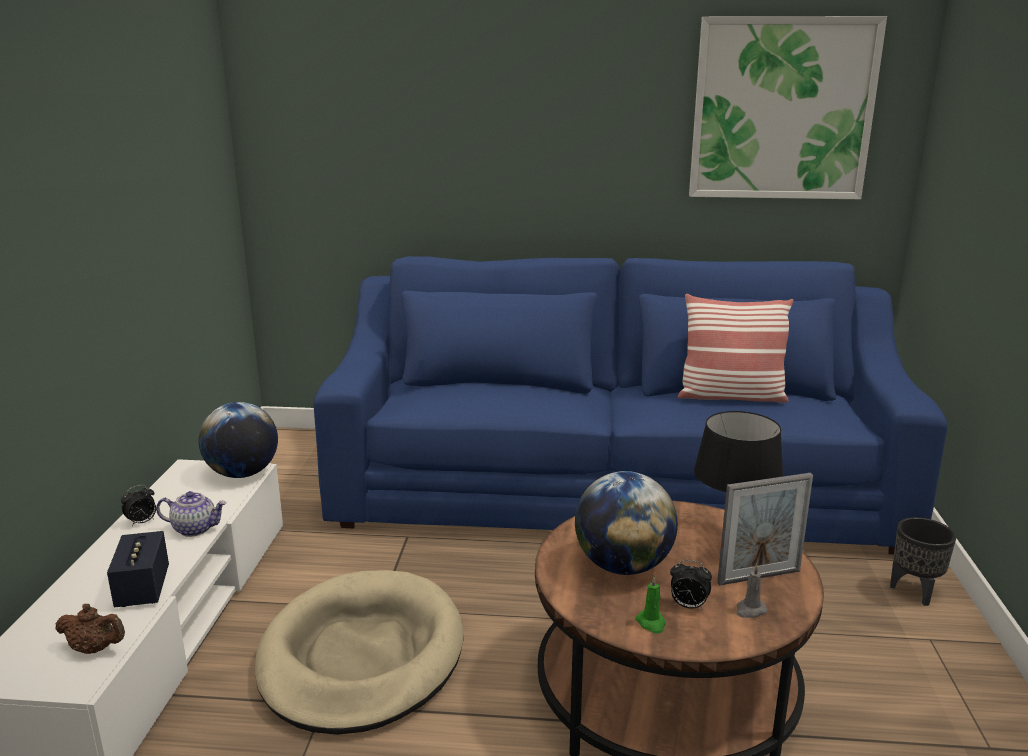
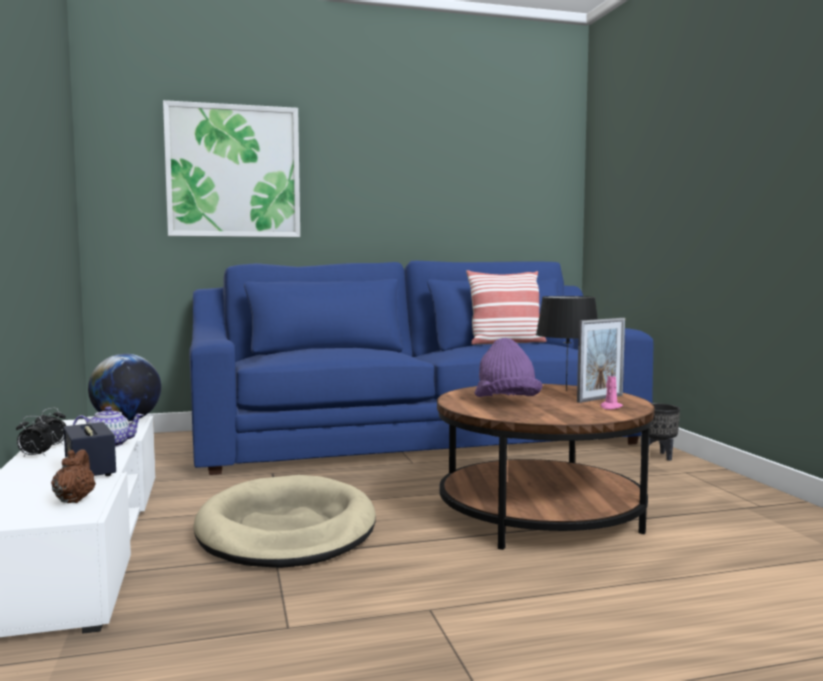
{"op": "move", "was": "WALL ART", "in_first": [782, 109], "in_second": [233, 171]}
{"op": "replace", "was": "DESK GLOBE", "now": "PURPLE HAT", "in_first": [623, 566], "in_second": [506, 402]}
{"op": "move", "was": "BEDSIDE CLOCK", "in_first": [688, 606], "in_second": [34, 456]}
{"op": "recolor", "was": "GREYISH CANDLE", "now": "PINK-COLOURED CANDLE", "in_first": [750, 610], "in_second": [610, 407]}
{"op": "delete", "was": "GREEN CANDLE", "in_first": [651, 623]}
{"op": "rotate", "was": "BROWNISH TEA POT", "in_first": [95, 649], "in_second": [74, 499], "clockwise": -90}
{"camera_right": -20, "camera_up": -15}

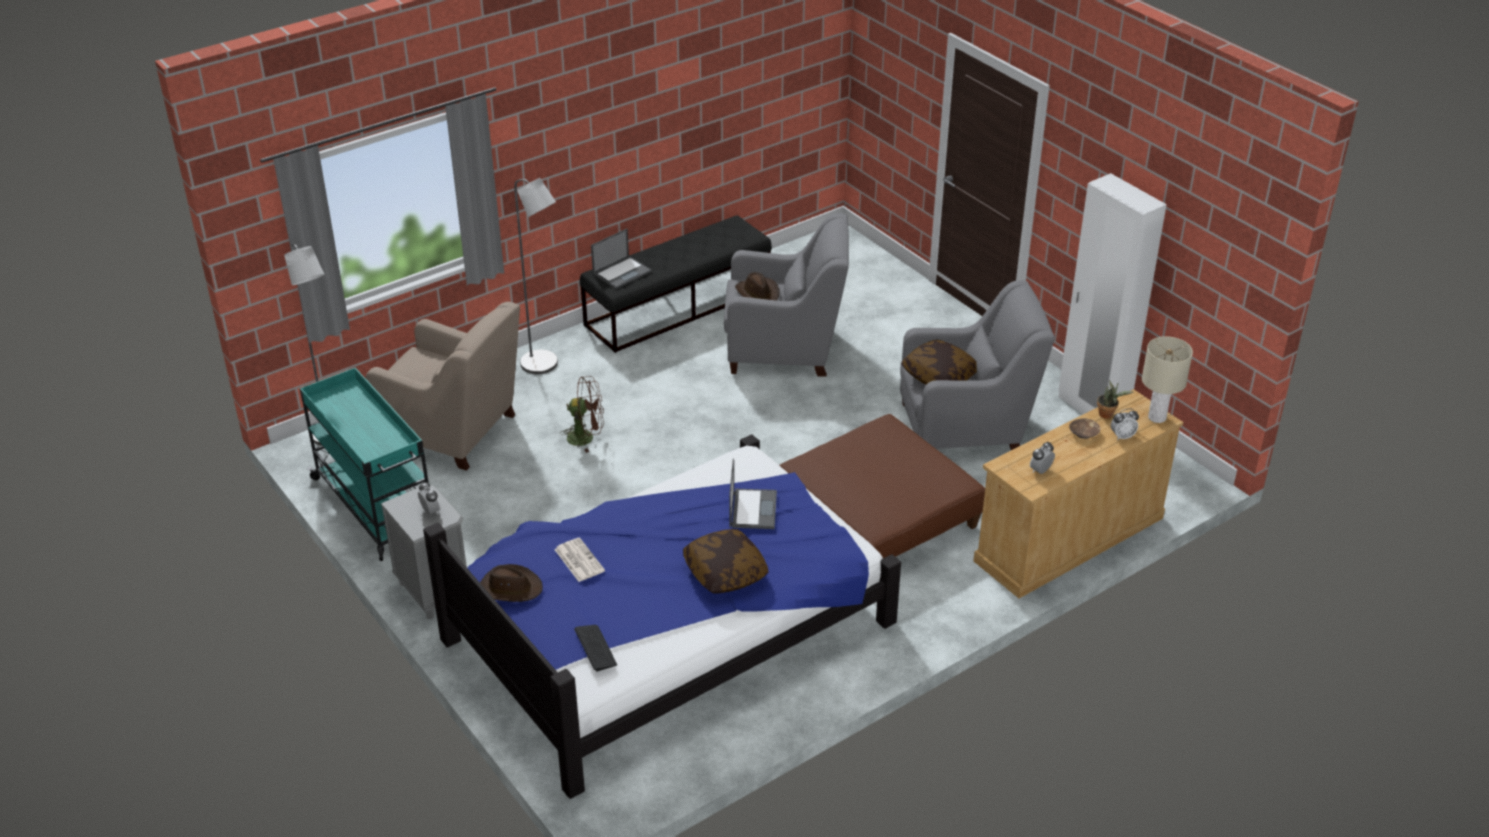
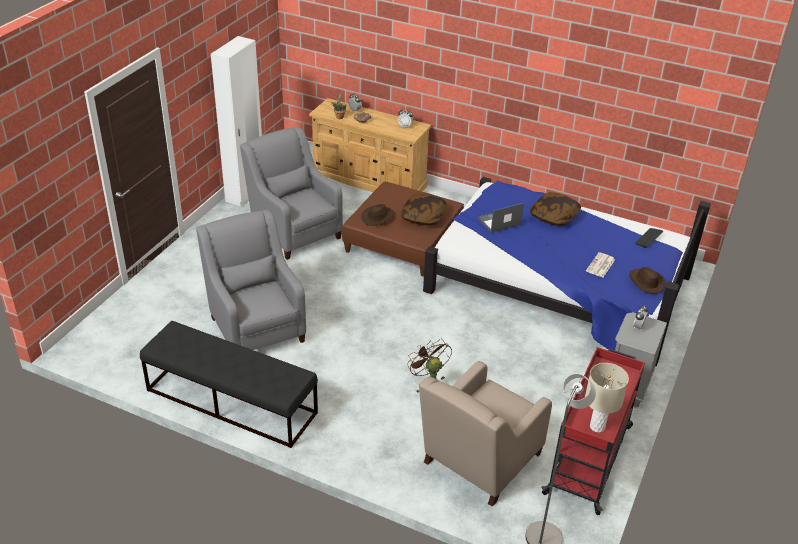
{"op": "delete", "was": "GREYISH STANDING LAMP", "in_first": [544, 366]}
{"op": "delete", "was": "NOTEBOOK COMPUTER", "in_first": [622, 272]}
{"op": "move", "was": "BROWNISH HAT", "in_first": [758, 293], "in_second": [378, 217]}
{"op": "rotate", "was": "SAND-COLOURED EASY CHAIR", "in_first": [452, 431], "in_second": [479, 460], "clockwise": -135}
{"op": "move", "was": "SAND-COLOURED TABLETOP LAMP", "in_first": [1157, 417], "in_second": [597, 426]}
{"op": "move", "was": "CUSHION", "in_first": [939, 376], "in_second": [423, 217]}
{"op": "recolor", "was": "TURQUOISE-COLOURED WHEELED CART", "now": "RED WHEELED CART", "in_first": [377, 507], "in_second": [589, 458]}
{"camera_right": -120, "camera_up": 0}

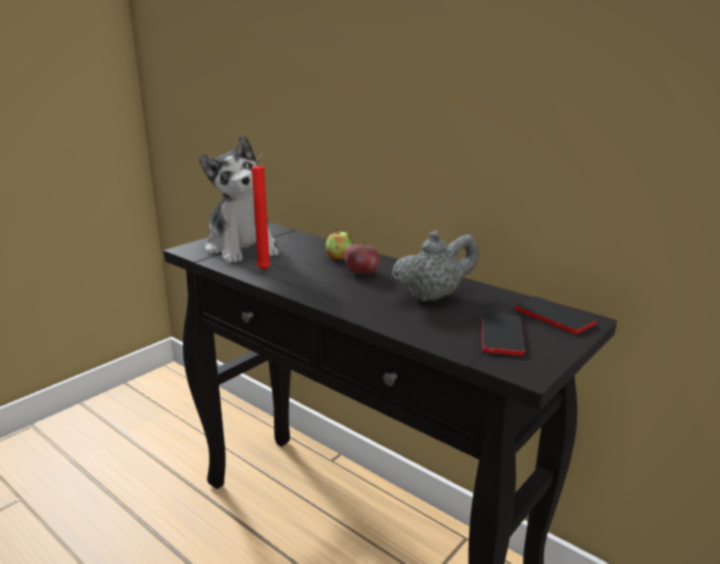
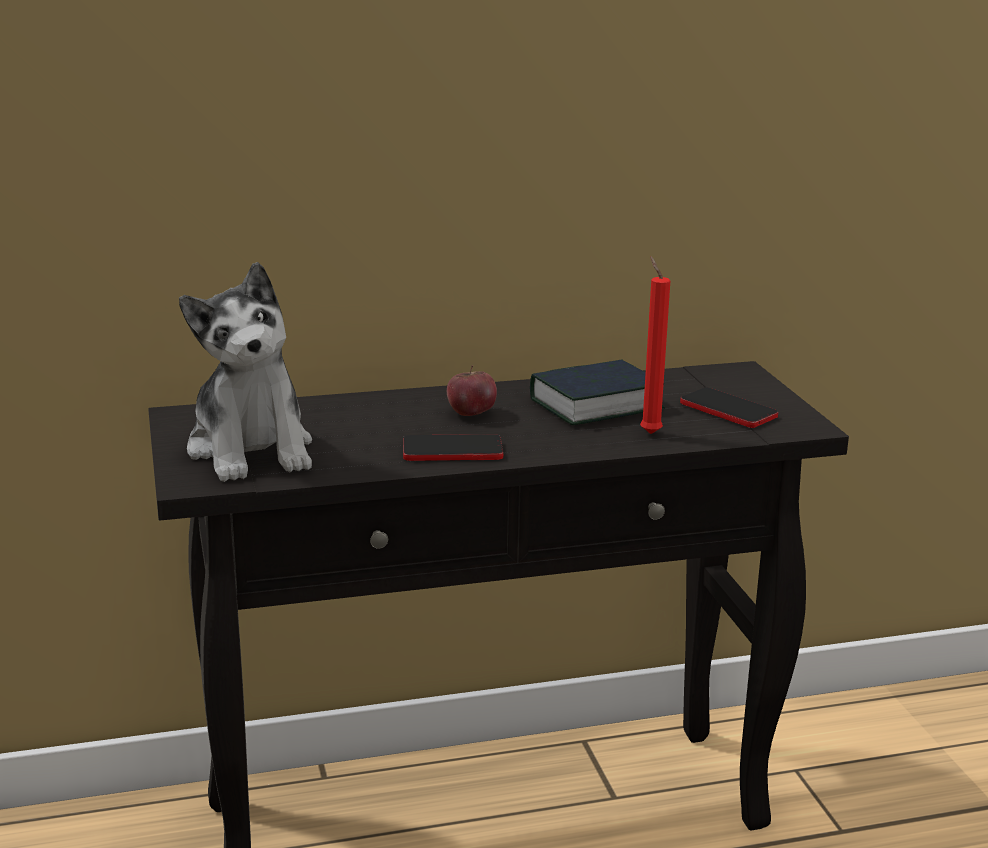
{"op": "rotate", "was": "PLUSH TOY", "in_first": [242, 248], "in_second": [252, 450], "clockwise": 60}
{"op": "move", "was": "RED CANDLE", "in_first": [265, 269], "in_second": [649, 432]}
{"op": "delete", "was": "APPLE", "in_first": [339, 258]}
{"op": "replace", "was": "GREYISH TEA POT", "now": "BOUND BOOK", "in_first": [433, 296], "in_second": [595, 404]}
{"op": "move", "was": "PHONE", "in_first": [554, 316], "in_second": [452, 450]}
{"camera_right": -55, "camera_up": 0}

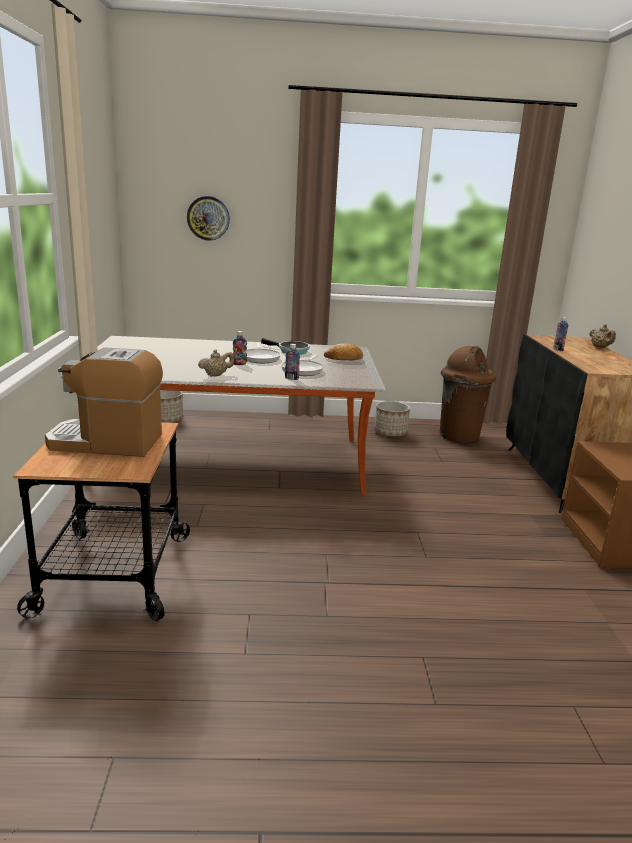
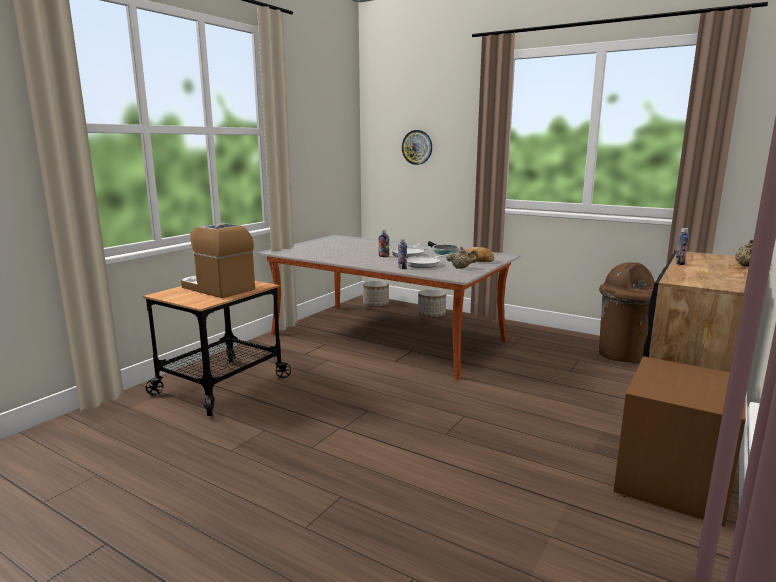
{"op": "move", "was": "SAND-COLOURED TEA POT", "in_first": [216, 375], "in_second": [461, 268]}
{"op": "move", "was": "PLANTER", "in_first": [390, 432], "in_second": [431, 315]}
{"camera_right": 35, "camera_up": -5}

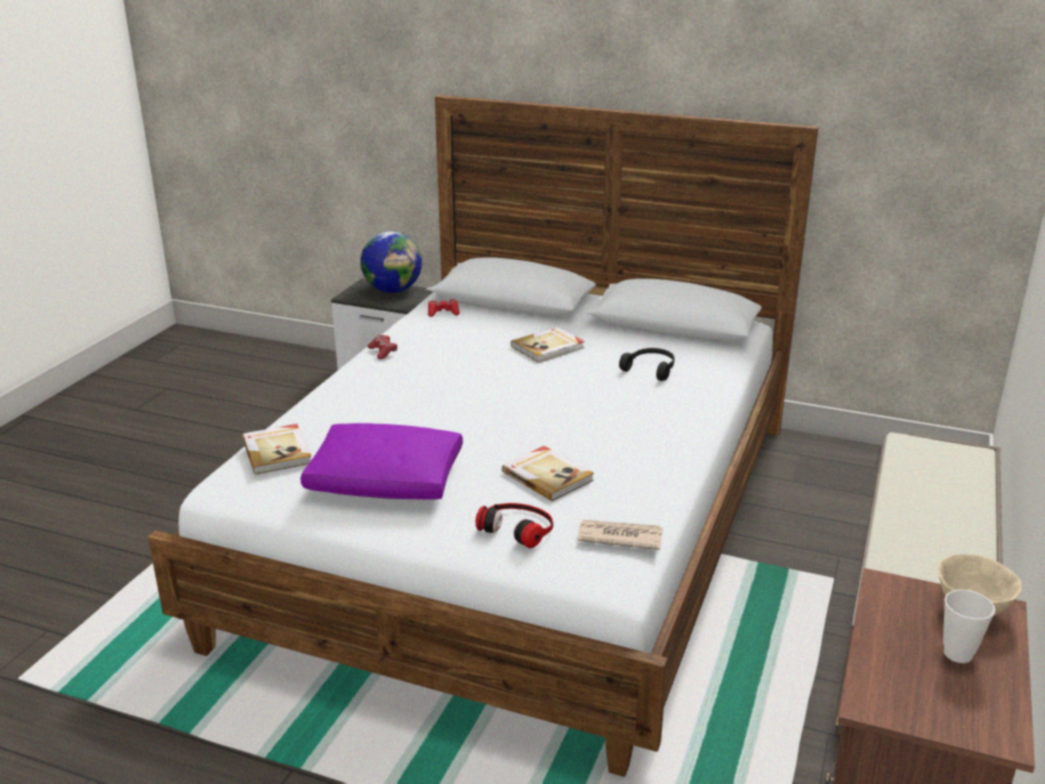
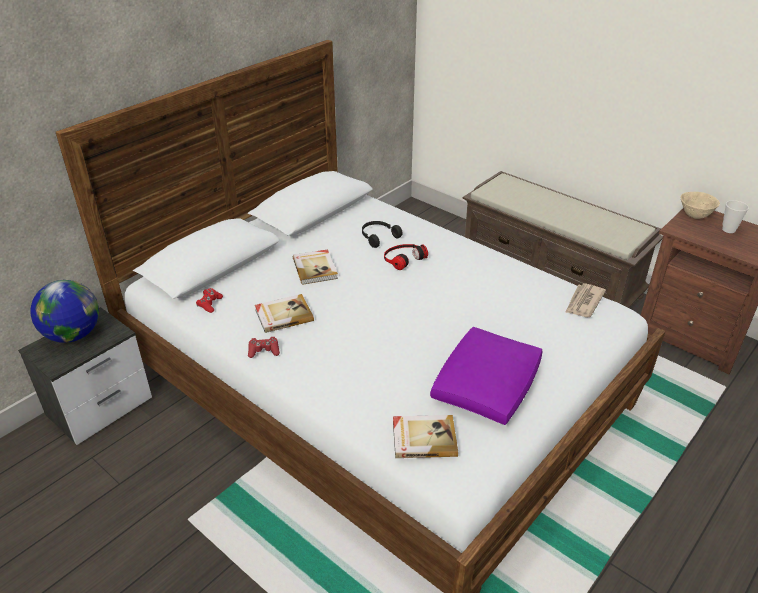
{"op": "move", "was": "BOUND BOOK", "in_first": [548, 476], "in_second": [283, 315]}
{"op": "move", "was": "PAIR OF HEADPHONES", "in_first": [518, 527], "in_second": [403, 258]}
{"camera_right": -70, "camera_up": 10}

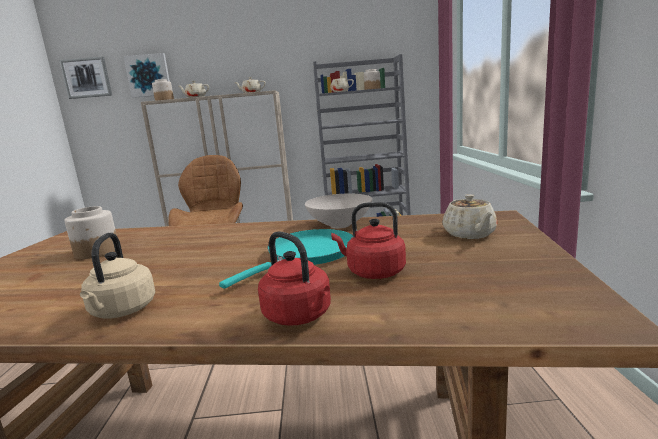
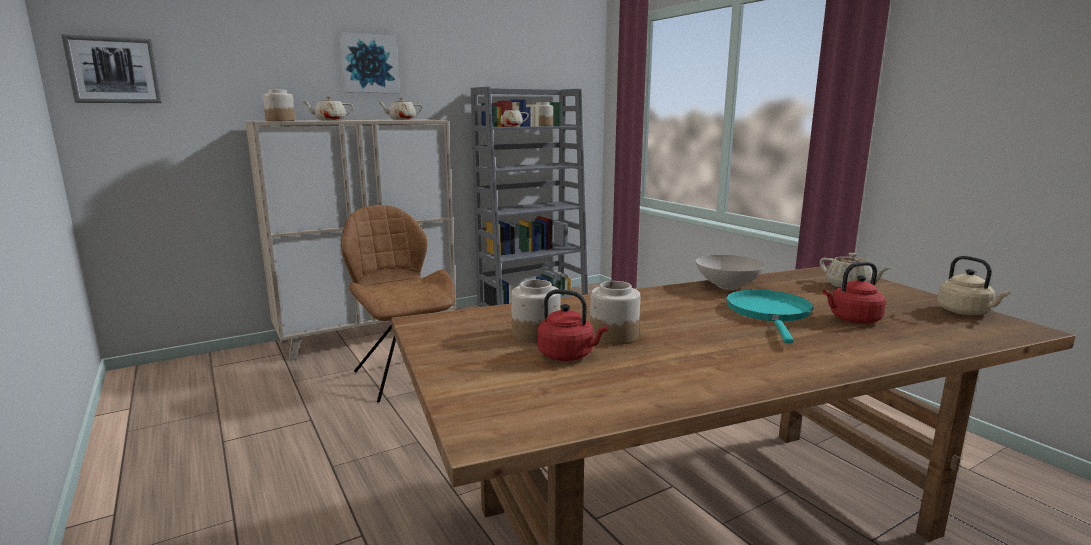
{"op": "move", "was": "WALL ART", "in_first": [149, 75], "in_second": [368, 64]}
{"op": "move", "was": "RED WATER KETTLE", "in_first": [300, 316], "in_second": [568, 355]}
{"op": "move", "was": "SAND-COLOURED WATER KETTLE", "in_first": [122, 311], "in_second": [966, 312]}
{"op": "insert", "now": "PRESERVE JAR", "in_second": [613, 335]}
{"camera_right": -30, "camera_up": 0}

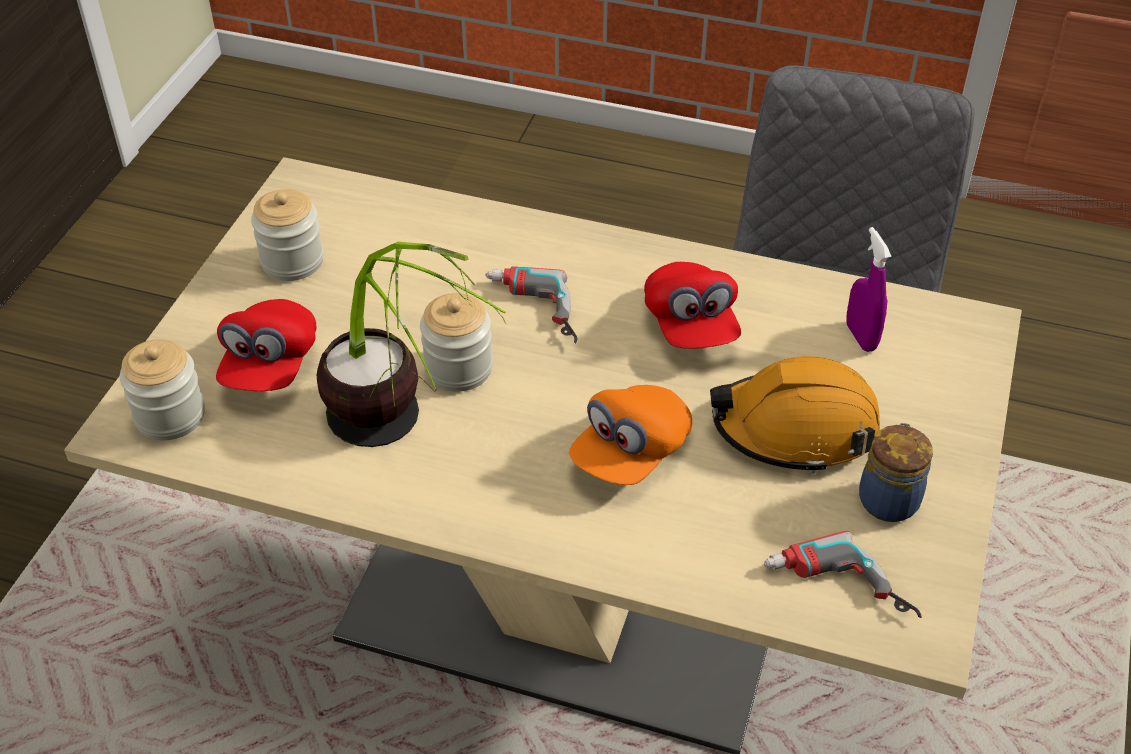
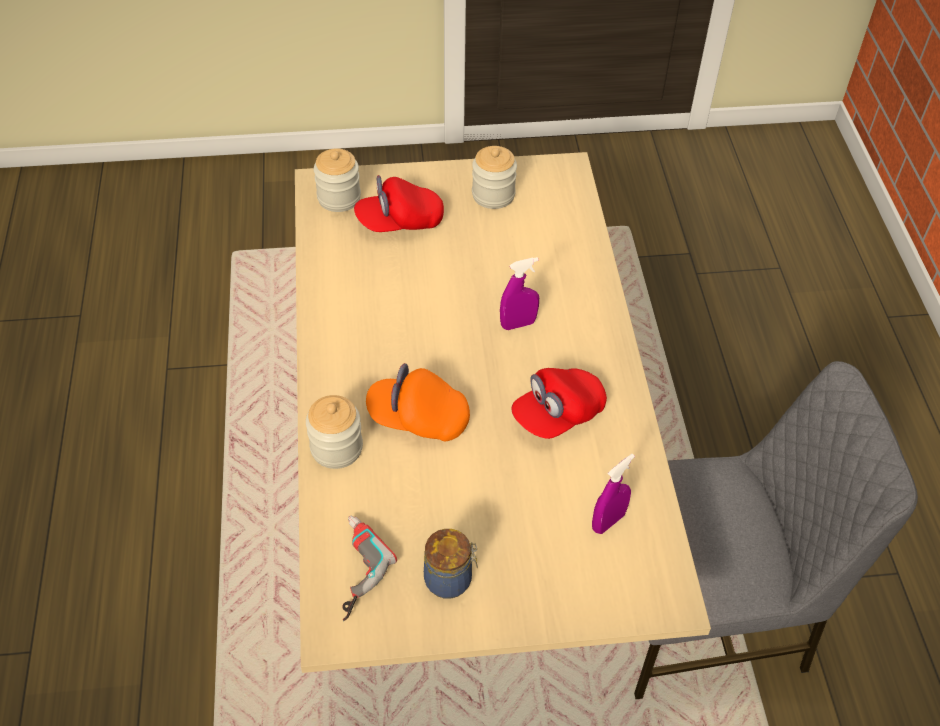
{"op": "delete", "was": "POTTED PLANT", "in_first": [403, 447]}
{"op": "replace", "was": "ELECTRIC DRILL", "now": "PURPLE SPRAY BOTTLE", "in_first": [530, 312], "in_second": [518, 324]}
{"op": "move", "was": "PRESERVE JAR", "in_first": [458, 368], "in_second": [336, 448]}
{"op": "delete", "was": "ORANGE-COLOURED WORK HELMET", "in_first": [795, 428]}
{"camera_right": 65, "camera_up": 5}

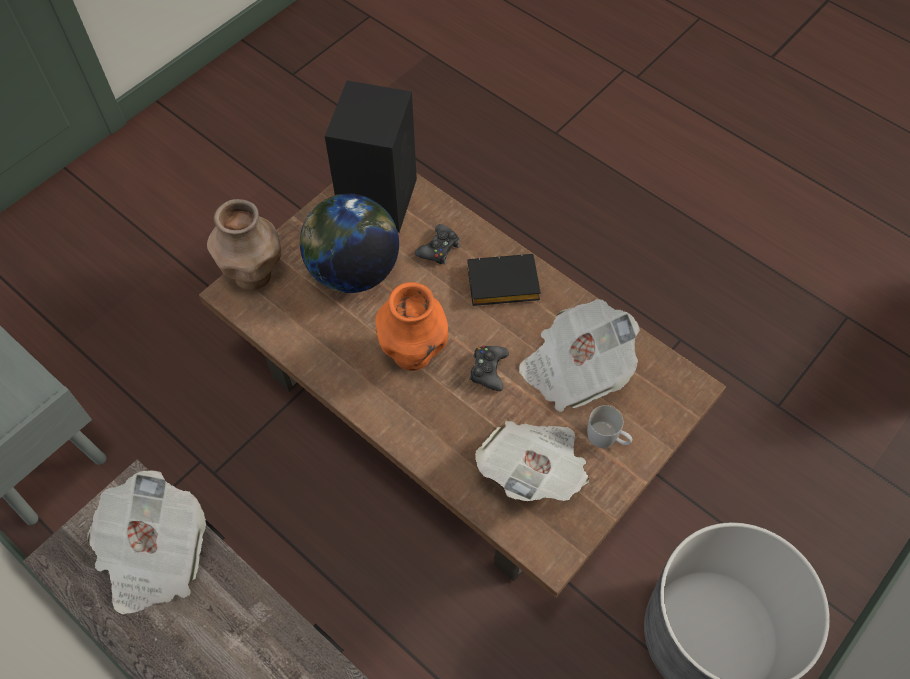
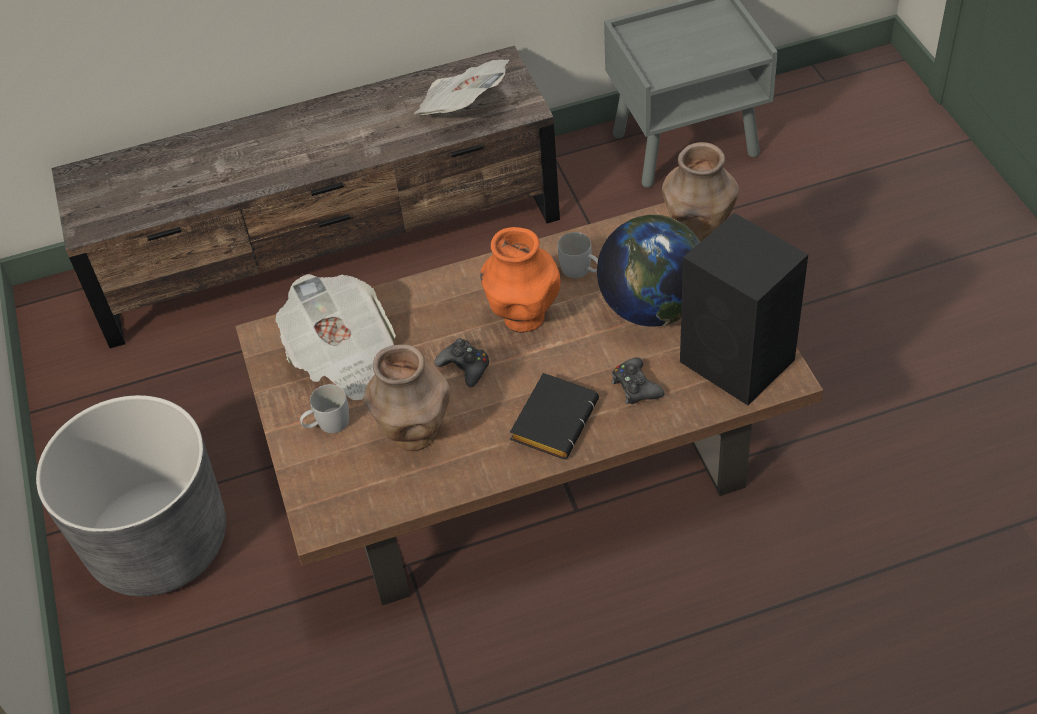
{"op": "replace", "was": "DAILY PAPER", "now": "BROWNISH VASE", "in_first": [574, 369], "in_second": [414, 435]}
{"op": "insert", "now": "WHITE-COLOURED COFFEE MUG", "in_second": [581, 271]}
{"camera_right": 125, "camera_up": -10}

